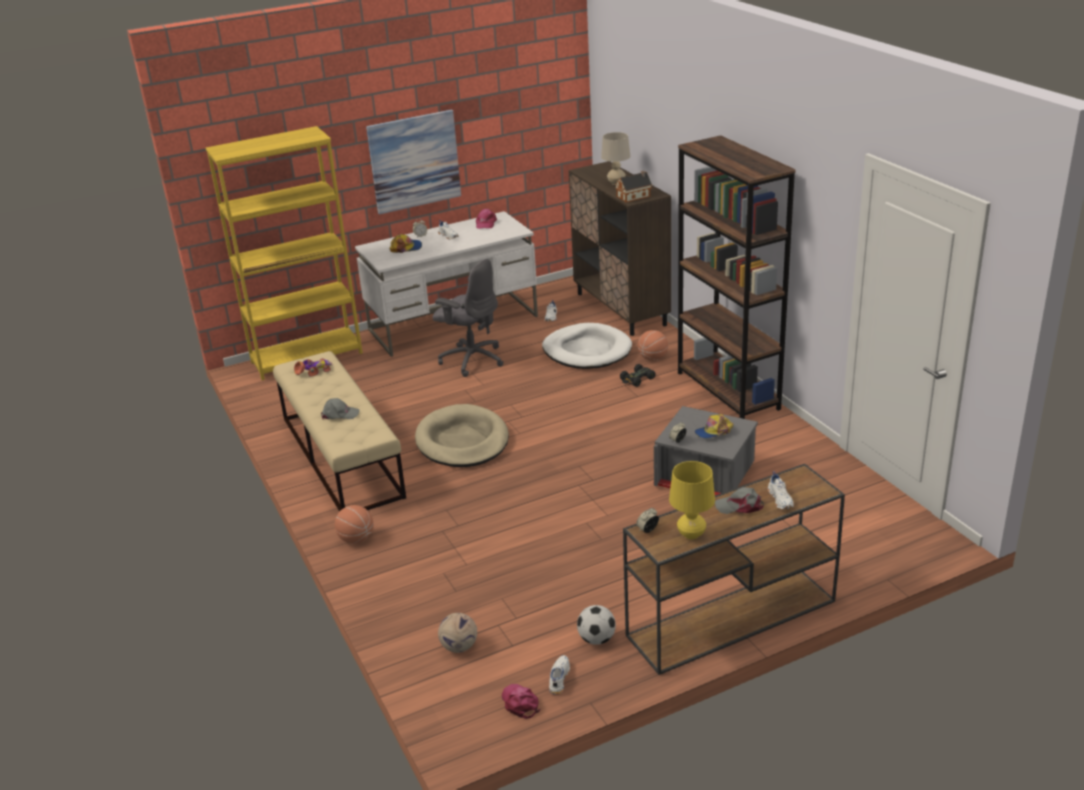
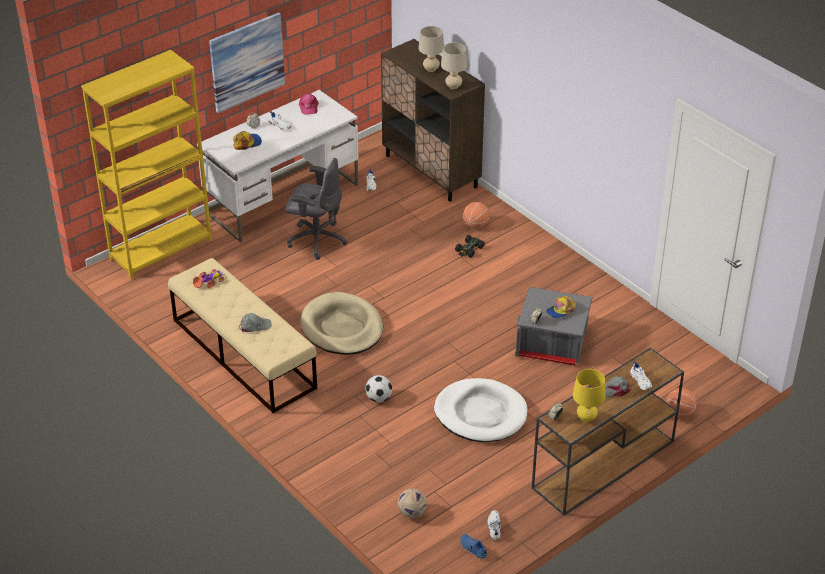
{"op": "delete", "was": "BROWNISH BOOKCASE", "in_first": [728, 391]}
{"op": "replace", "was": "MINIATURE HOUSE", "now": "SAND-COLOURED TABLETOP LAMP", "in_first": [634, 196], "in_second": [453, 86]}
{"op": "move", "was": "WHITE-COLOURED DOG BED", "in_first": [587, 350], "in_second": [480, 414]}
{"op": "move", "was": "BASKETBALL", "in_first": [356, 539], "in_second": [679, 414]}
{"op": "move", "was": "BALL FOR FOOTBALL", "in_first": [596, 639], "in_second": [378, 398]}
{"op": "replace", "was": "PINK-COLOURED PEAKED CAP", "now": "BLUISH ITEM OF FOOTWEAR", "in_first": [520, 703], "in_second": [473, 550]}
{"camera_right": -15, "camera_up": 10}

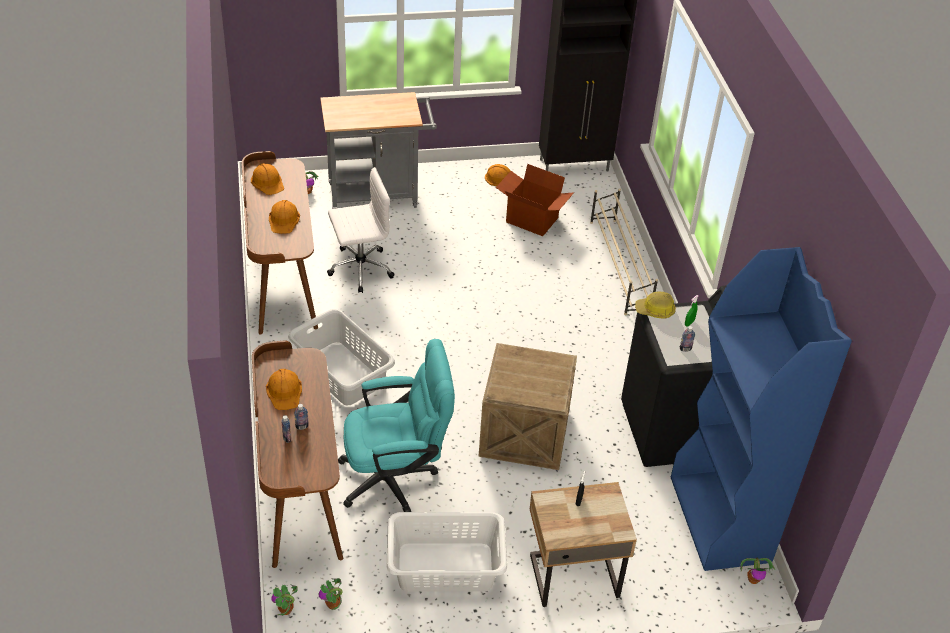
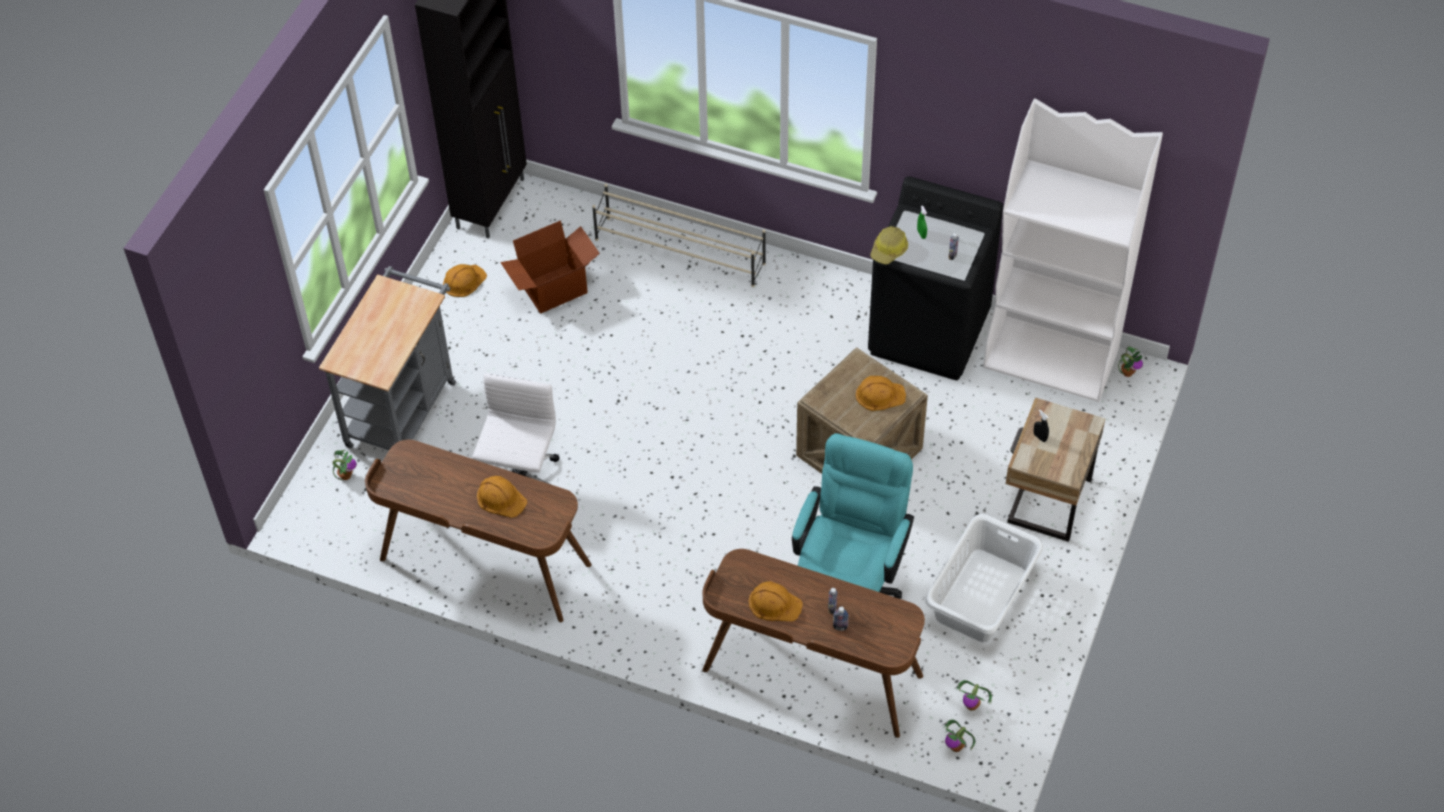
{"op": "move", "was": "ORANGE-COLOURED WORK HELMET", "in_first": [268, 182], "in_second": [880, 395]}
{"op": "recolor", "was": "BLUISH BOOKCASE", "now": "WHITE-COLOURED BOOKCASE", "in_first": [720, 520], "in_second": [1052, 358]}
{"op": "delete", "was": "GREYISH WASHING BASKET", "in_first": [341, 374]}
{"camera_right": -55, "camera_up": 10}

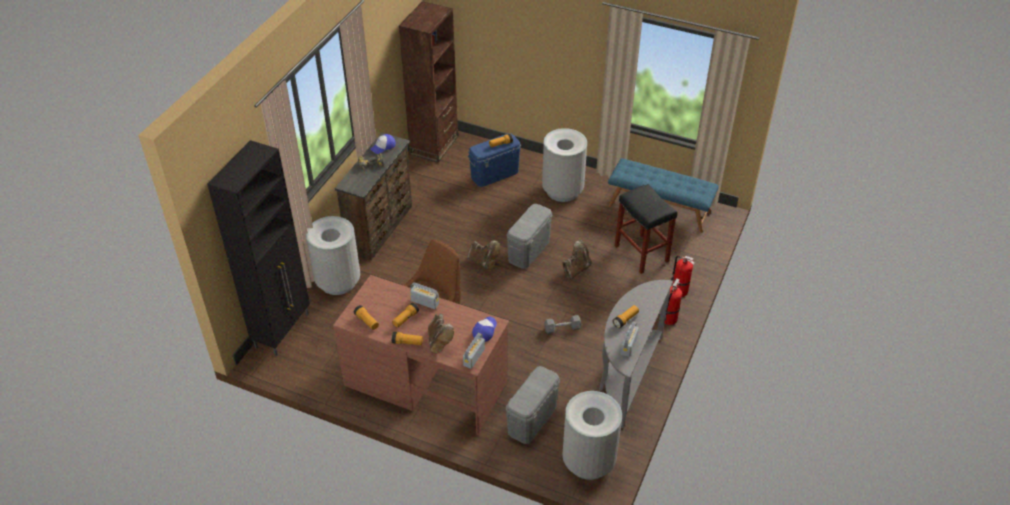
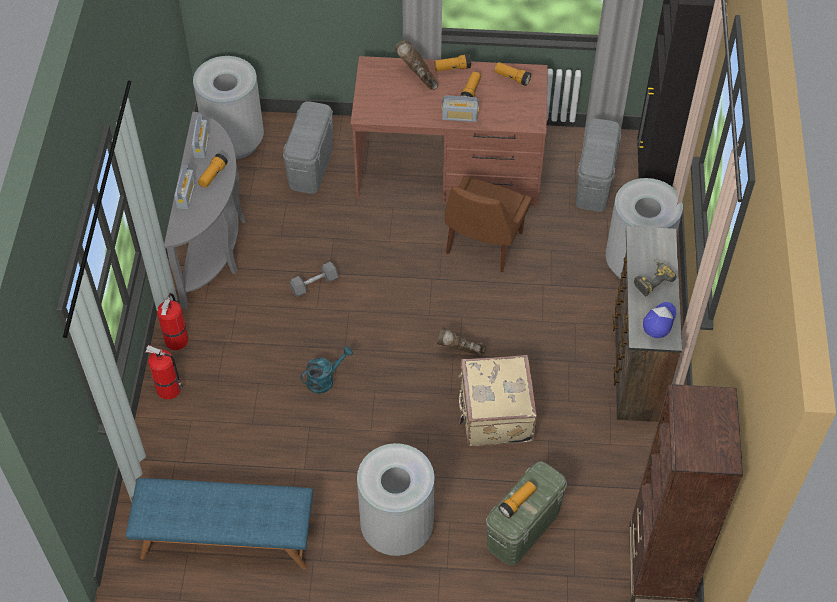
{"op": "recolor", "was": "BLUISH STORAGE BOX", "now": "GREEN STORAGE BOX", "in_first": [494, 174], "in_second": [523, 529]}
{"op": "delete", "was": "BLACK SITTING STOOL", "in_first": [642, 254]}
{"op": "move", "was": "GREYISH STORAGE BOX", "in_first": [529, 251], "in_second": [594, 183]}
{"op": "replace", "was": "BROWNISH HIGH-TOP BOOT", "now": "TURQUOISE-COLOURED SPRINKLING CAN", "in_first": [576, 269], "in_second": [325, 379]}
{"op": "delete", "was": "PEAKED CAP", "in_first": [484, 330]}
{"op": "move", "was": "RADIO", "in_first": [474, 357], "in_second": [186, 195]}
{"op": "insert", "now": "SAND-COLOURED PIECE OF LUGGAGE", "in_second": [494, 415]}
{"camera_right": 160, "camera_up": 10}

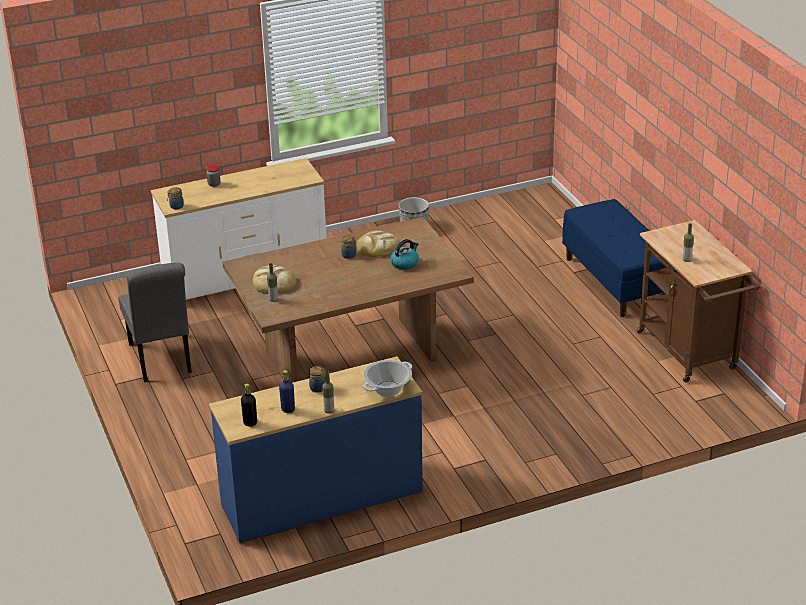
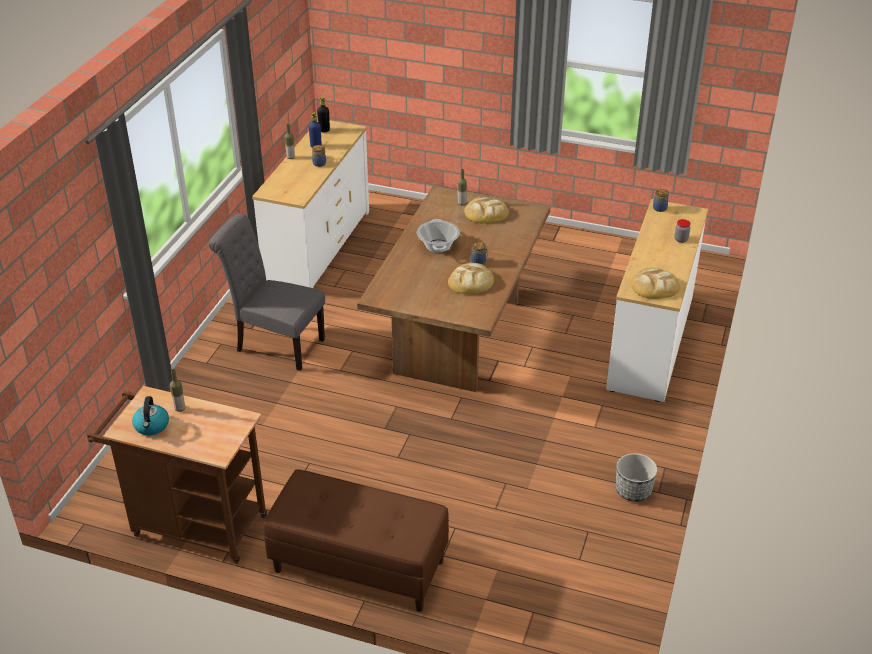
{"op": "recolor", "was": "BLUISH BENCH", "now": "BROWNISH BENCH", "in_first": [616, 281], "in_second": [358, 566]}
{"op": "move", "was": "WATER KETTLE", "in_first": [405, 263], "in_second": [152, 426]}
{"op": "move", "was": "GREYISH UPRIGHT CHAIR", "in_first": [162, 360], "in_second": [275, 344]}
{"op": "recolor", "was": "BLUISH DRAWER CHEST", "now": "WHITE-COLOURED DRAWER CHEST", "in_first": [322, 499], "in_second": [318, 247]}
{"op": "move", "was": "COOKING POT", "in_first": [388, 389], "in_second": [437, 246]}
{"op": "insert", "now": "BREAD", "in_second": [654, 286]}
{"camera_right": 130, "camera_up": 5}

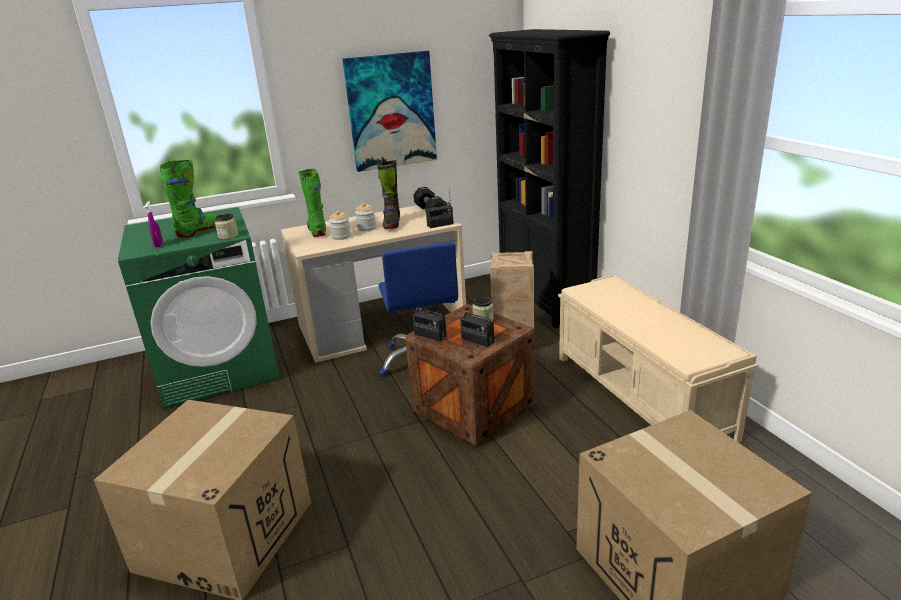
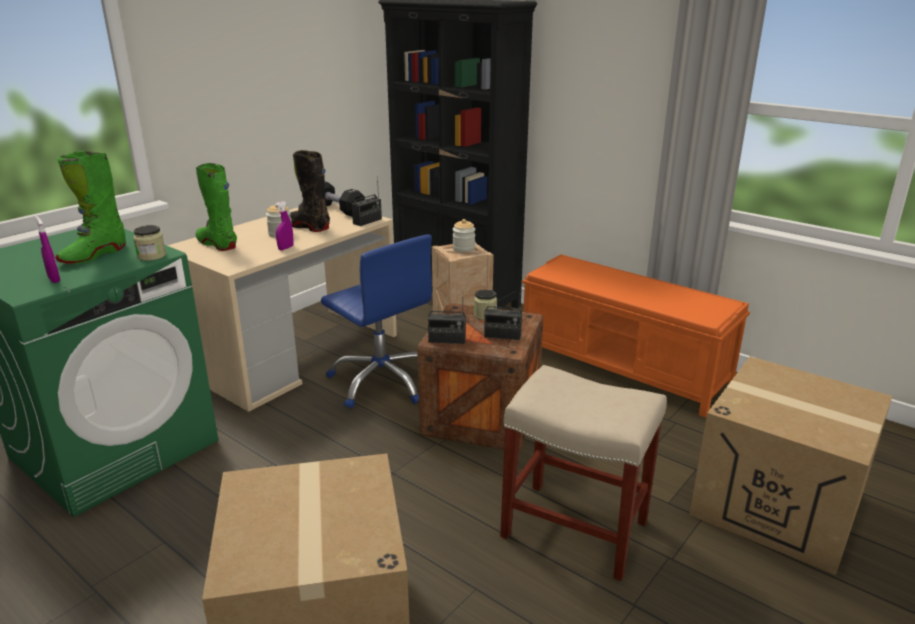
{"op": "delete", "was": "WALL ART", "in_first": [391, 111]}
{"op": "rotate", "was": "GREEN HIGH-TOP BOOT", "in_first": [199, 231], "in_second": [93, 255], "clockwise": -150}
{"op": "rotate", "was": "BLACK HIGH-TOP BOOT", "in_first": [392, 224], "in_second": [307, 227], "clockwise": 150}
{"op": "move", "was": "PRESERVE JAR", "in_first": [341, 236], "in_second": [463, 248]}
{"op": "recolor", "was": "SAND-COLOURED BENCH", "now": "ORANGE-COLOURED BENCH", "in_first": [641, 396], "in_second": [624, 368]}
{"op": "insert", "now": "PURPLE SPRAY BOTTLE", "in_second": [286, 248]}
{"op": "insert", "now": "SAND-COLOURED SITTING STOOL", "in_second": [577, 529]}
{"camera_right": -30, "camera_up": 0}

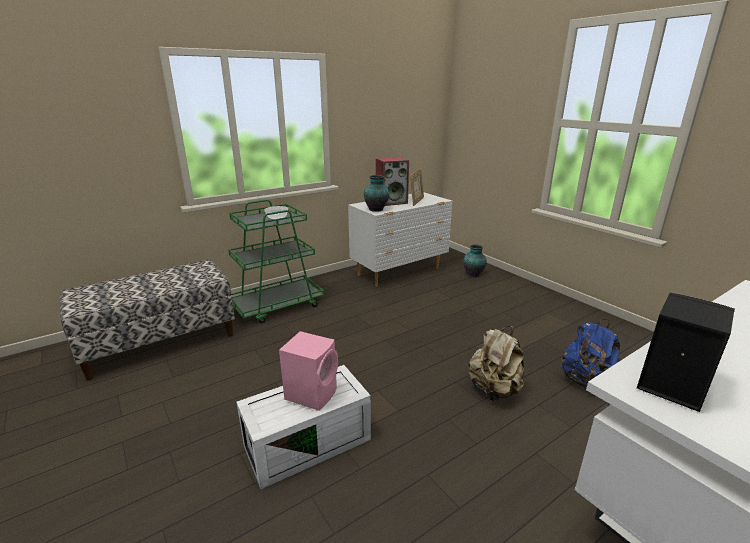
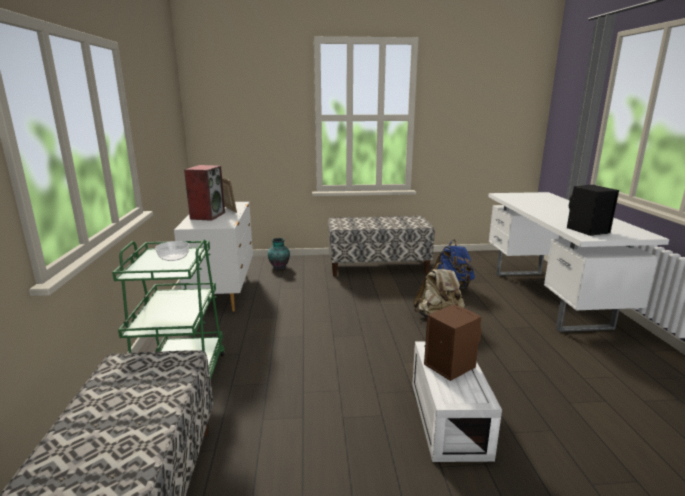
{"op": "delete", "was": "VASE", "in_first": [376, 209]}
{"op": "recolor", "was": "PINK-COLOURED SPEAKER", "now": "BROWNISH SPEAKER", "in_first": [312, 393], "in_second": [448, 365]}
{"op": "insert", "now": "BENCH", "in_second": [378, 267]}
{"camera_right": -60, "camera_up": -5}

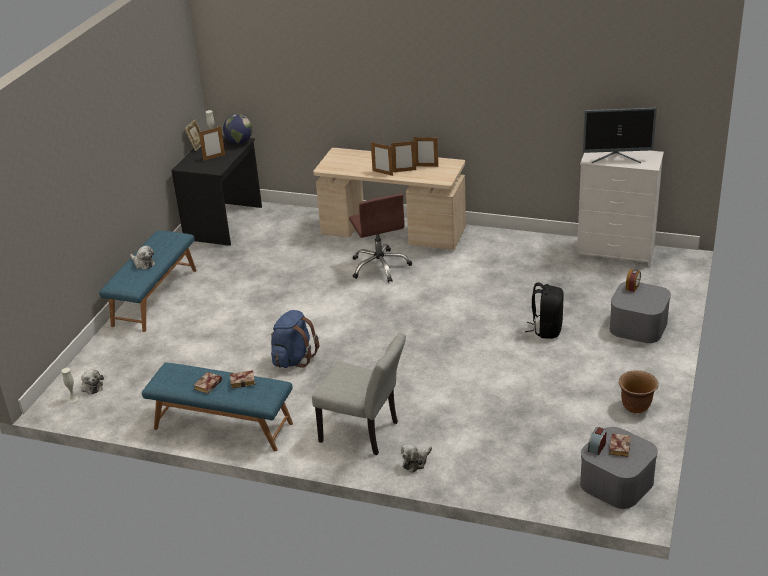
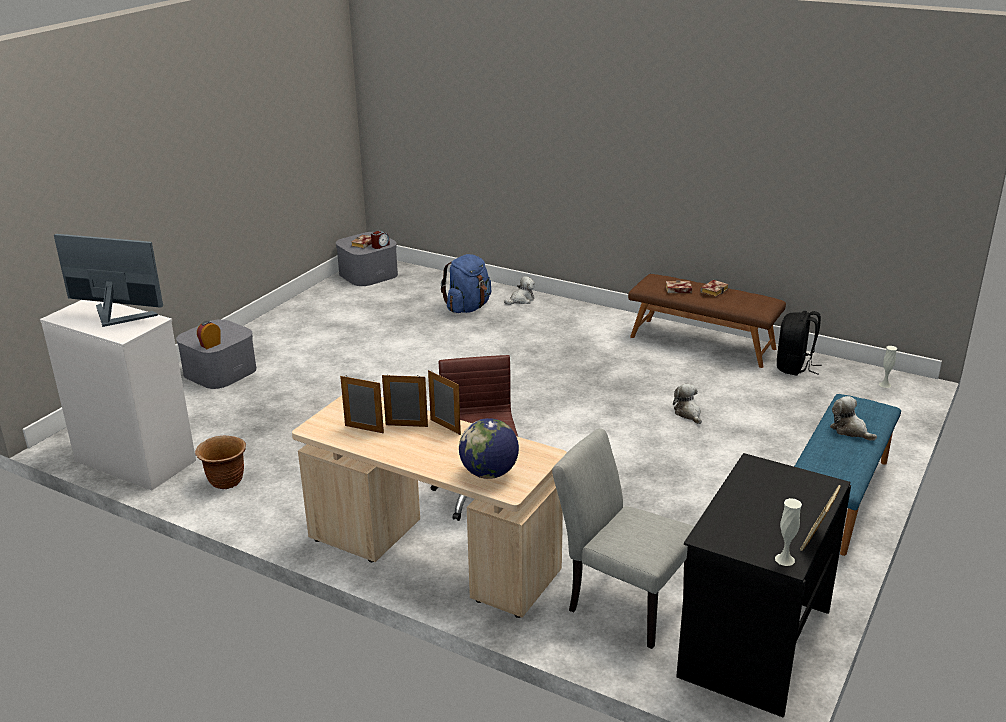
{"op": "move", "was": "DESK GLOBE", "in_first": [239, 142], "in_second": [489, 473]}
{"op": "delete", "was": "STANDING FRAME", "in_first": [214, 157]}
{"op": "move", "was": "BLACK RUCKSACK", "in_first": [546, 329], "in_second": [794, 367]}
{"op": "move", "was": "BLUISH RUCKSACK", "in_first": [293, 359], "in_second": [468, 307]}
{"op": "move", "was": "GREYISH UPRIGHT CHAIR", "in_first": [365, 433], "in_second": [620, 602]}
{"op": "recolor", "was": "BLUISH BENCH", "now": "BROWNISH BENCH", "in_first": [222, 426], "in_second": [702, 342]}
{"op": "move", "was": "PLUSH TOY", "in_first": [92, 386], "in_second": [688, 413]}
{"op": "move", "was": "BROWNISH PLANTER", "in_first": [636, 406], "in_second": [225, 481]}
{"camera_right": -170, "camera_up": -5}

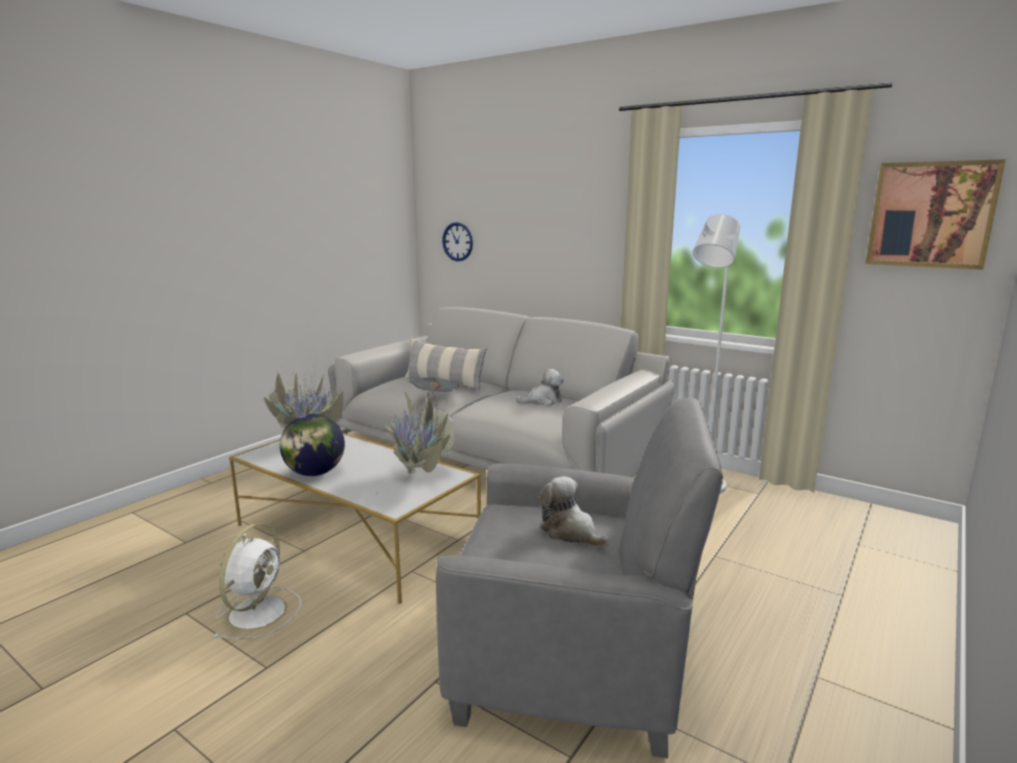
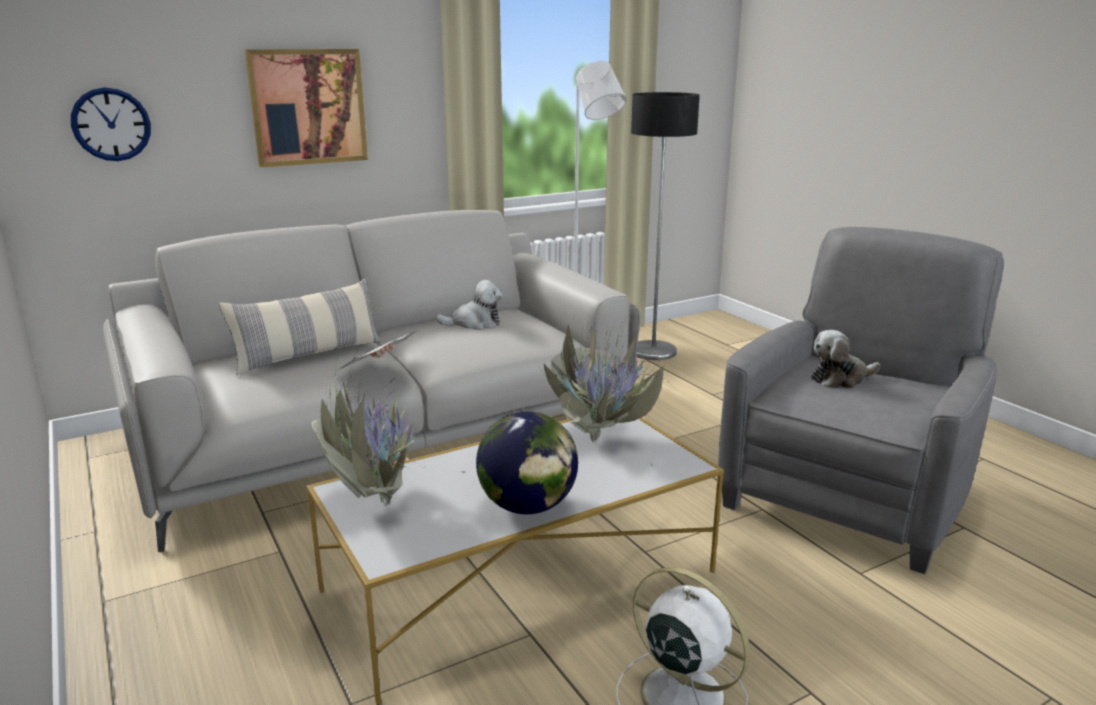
{"op": "move", "was": "WALL ART", "in_first": [931, 215], "in_second": [308, 107]}
{"op": "rotate", "was": "PLUSH TOY", "in_first": [542, 401], "in_second": [474, 323], "clockwise": 75}
{"op": "insert", "now": "STANDING LAMP", "in_second": [653, 351]}
{"camera_right": -65, "camera_up": 5}

